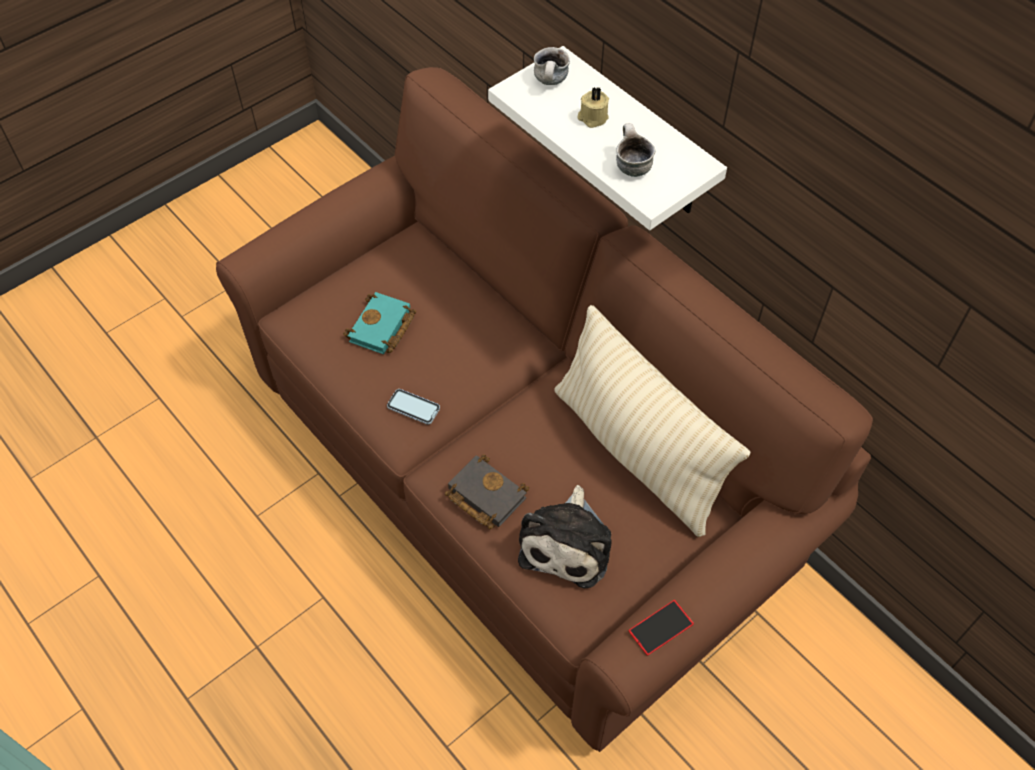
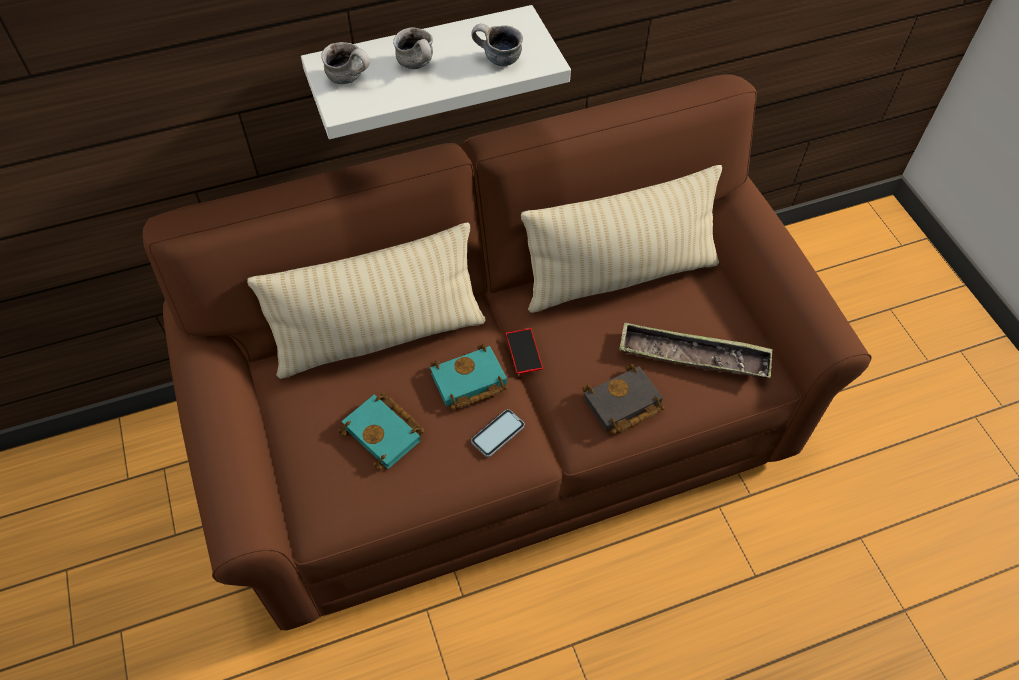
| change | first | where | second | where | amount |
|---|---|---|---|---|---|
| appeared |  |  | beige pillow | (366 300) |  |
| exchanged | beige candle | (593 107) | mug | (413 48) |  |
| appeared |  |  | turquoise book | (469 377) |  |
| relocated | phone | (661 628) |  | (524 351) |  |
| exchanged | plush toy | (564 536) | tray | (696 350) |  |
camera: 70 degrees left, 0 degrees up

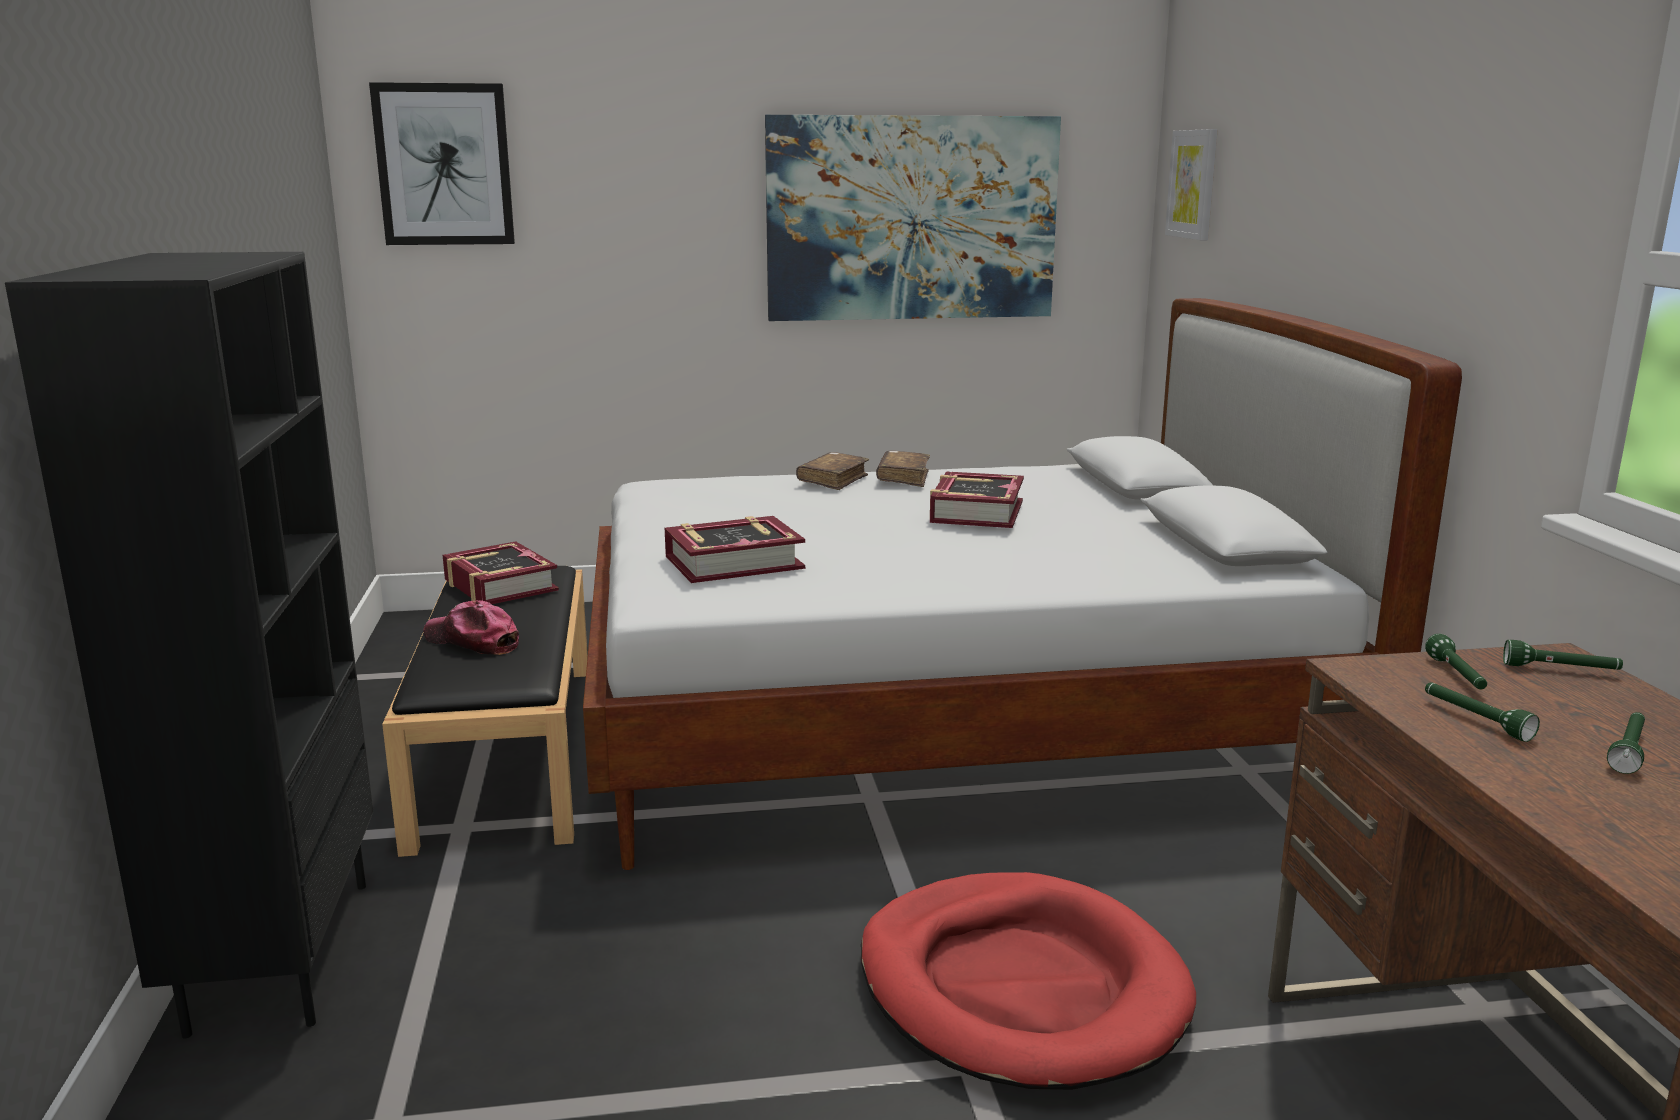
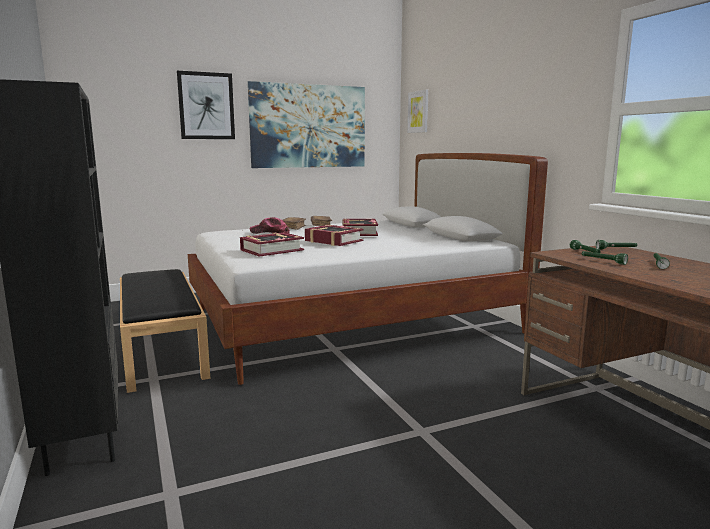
| change | first | where | second | where | amount |
|---|---|---|---|---|---|
| relocated | picture | (442 163) |  | (206 105) |  |
| relocated | cap | (471 627) |  | (270 225) |  |
| relocated | book | (501 573) |  | (334 235) |  |
| missing | red dog bed | (1028 981) |  |  |  |
camera: 15 degrees left, 5 degrees down

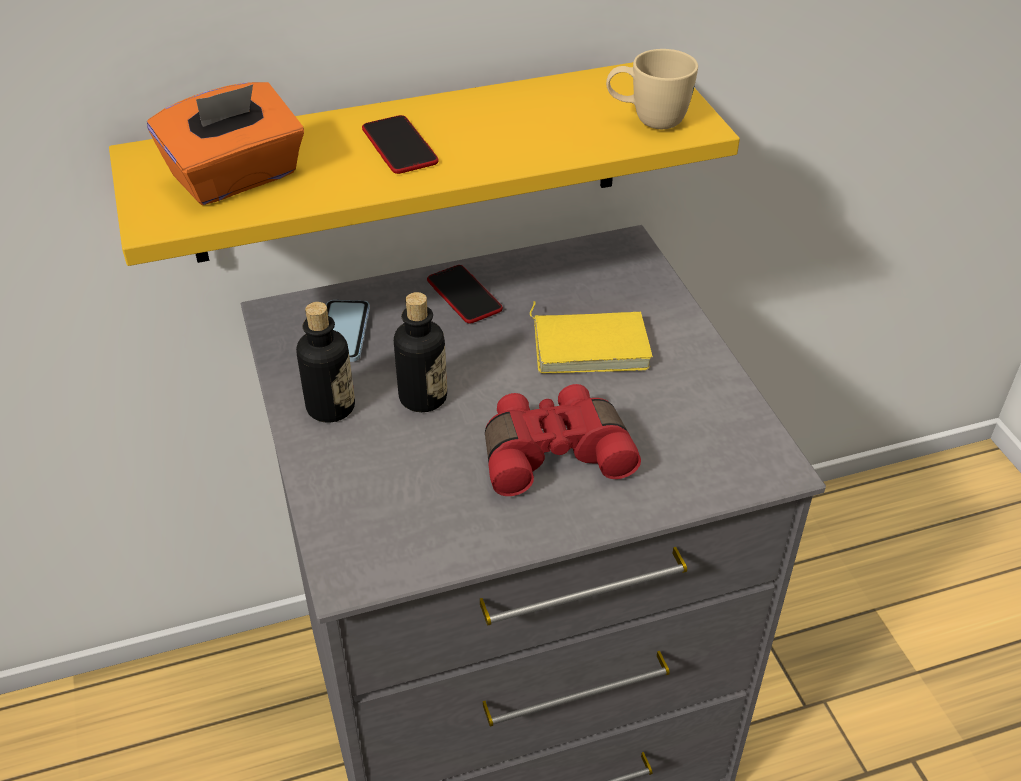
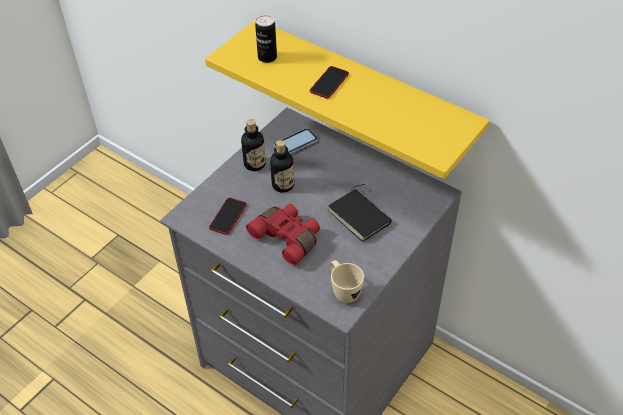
| change | first | where | second | where | amount |
|---|---|---|---|---|---|
| relocated | phone | (465 294) |  | (228 216) |  |
| exchanged | orange tissue box | (225 143) | can | (266 39) |  |
| colour | yellow book | (591 337) | black book | (359 213) |  |
| relocated | beige mug | (652 89) |  | (347 281) |  |
camera: 55 degrees right, 5 degrees up

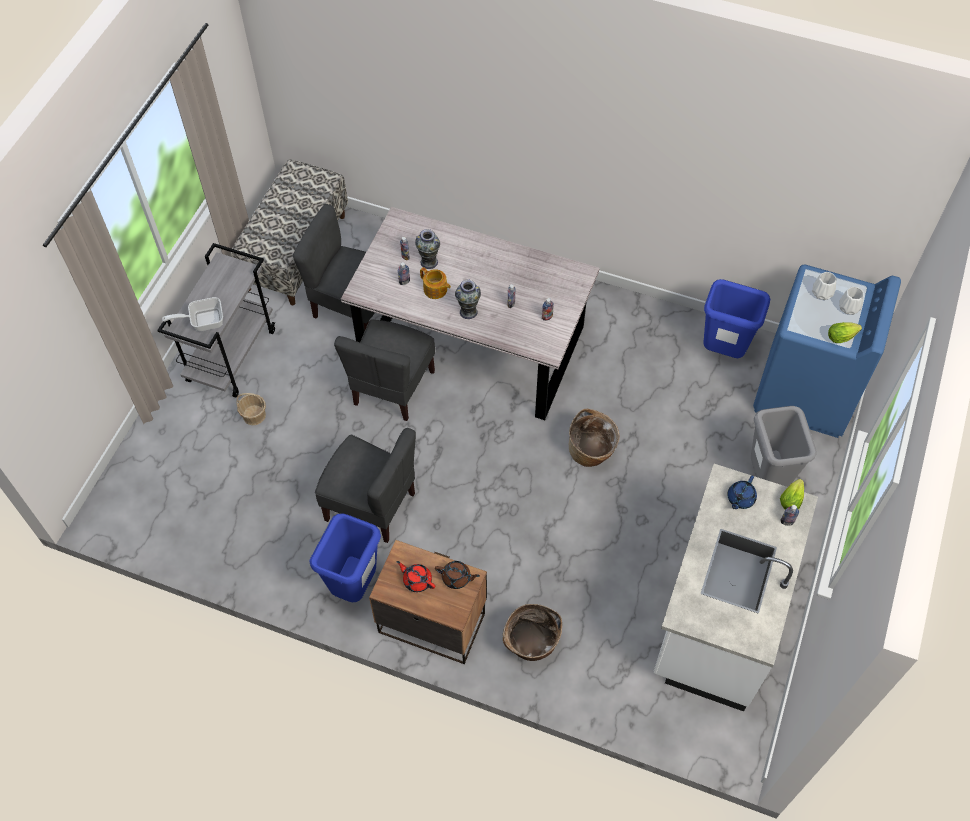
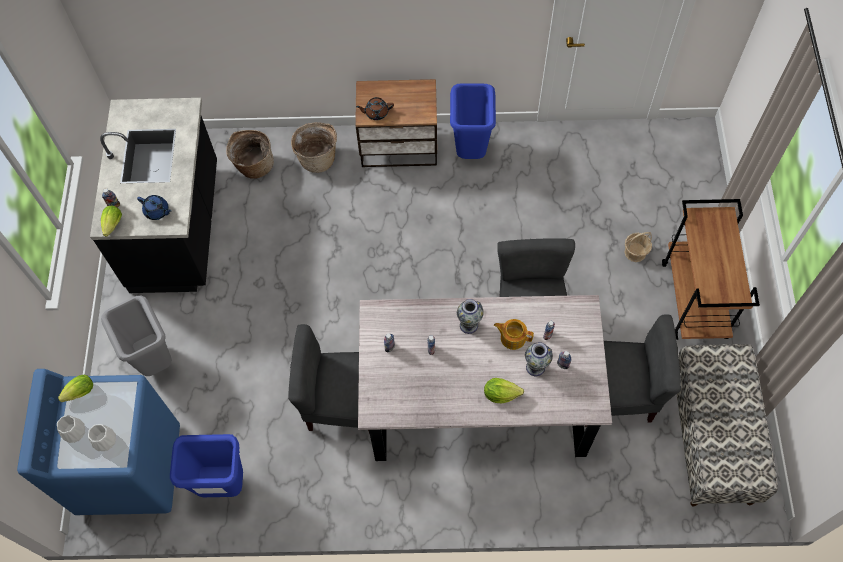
| change | first | where | second | where | amount |
|---|---|---|---|---|---|
| colour | white counter | (735 588) | black counter | (153 195) |  |
| spun | blue teapot | (742 492) |  | (154 207) | 105 degrees clockwise |
| relocated | basket | (594 438) |  | (250 154) |  |
| relocated | grey chair | (365 485) |  | (329 379) |  |
| appeared |  |  | lettuce | (504 390) |  |
| colour | grey cart | (216 320) | brown cart | (711 269) |  |
| missing | frying pan | (192 314) |  |  |  |
| missing | red teapot | (416 576) |  |  |  |
camera: 160 degrees right, 5 degrees up

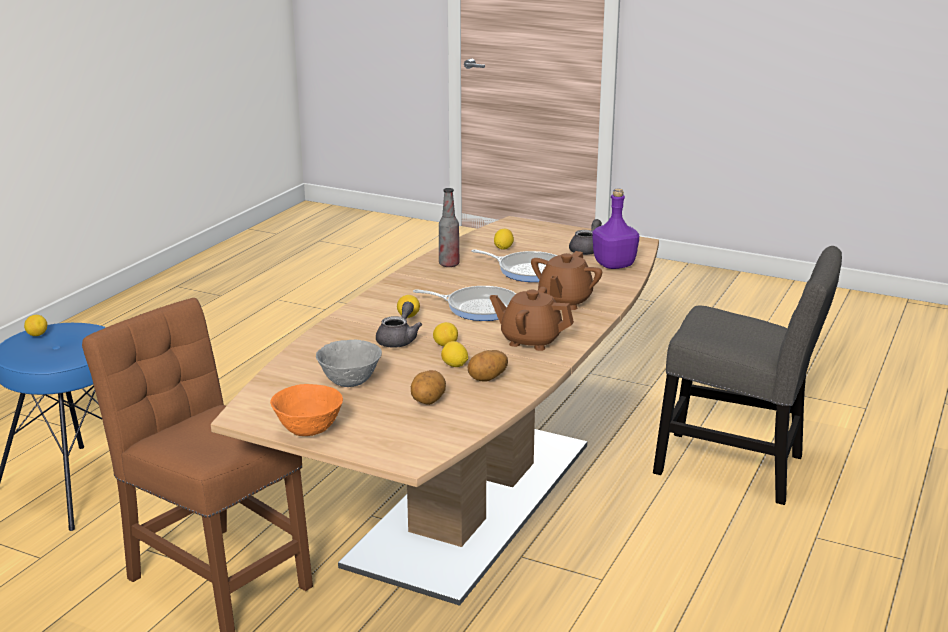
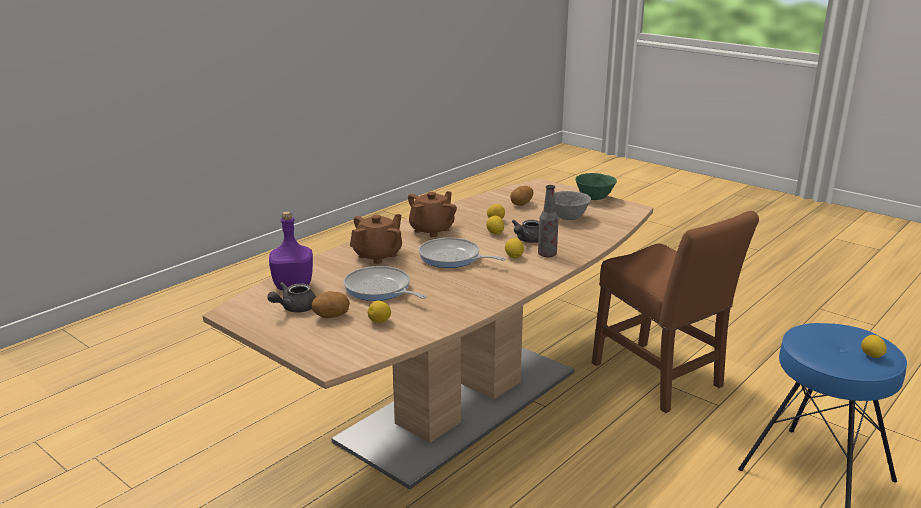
| change | first | where | second | where | amount |
|---|---|---|---|---|---|
| relocated | potato | (487 366) |  | (330 304) |  |
| spun | brown teapot | (532 319) |  | (432 214) | 90 degrees counterclockwise |
| relocated | bottle | (449 227) |  | (548 221) |  |
| colour | orange bowl | (306 410) | green bowl | (596 186) |  |
| missing | grey chair | (747 375) |  |  |  |
camera: 165 degrees left, 0 degrees up

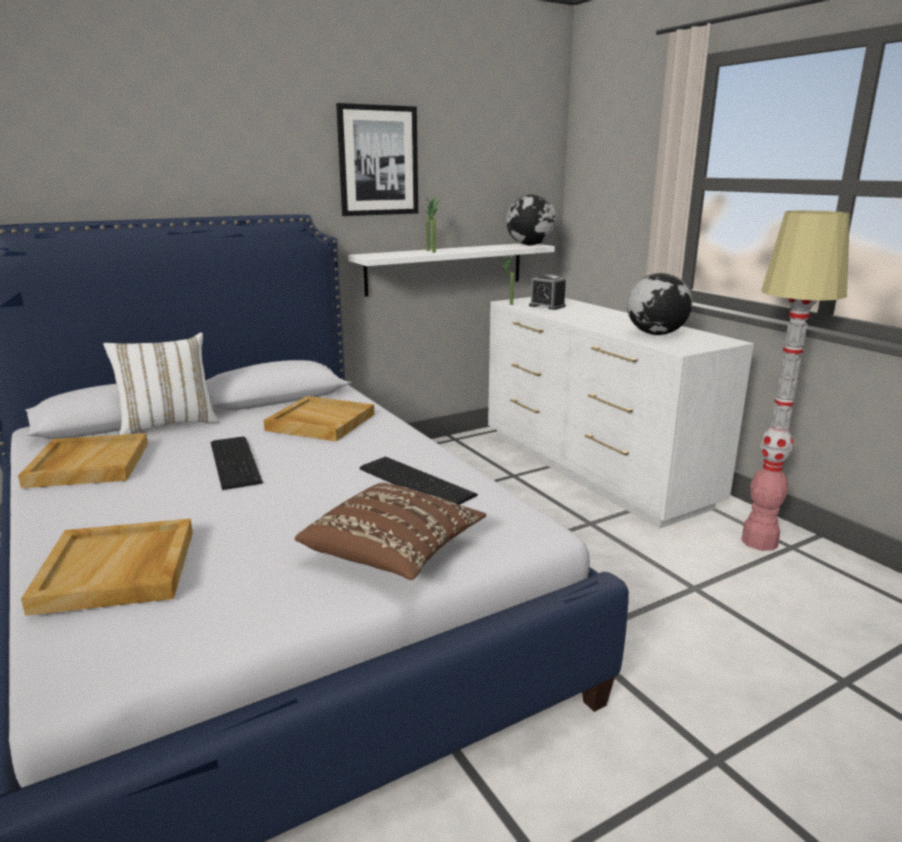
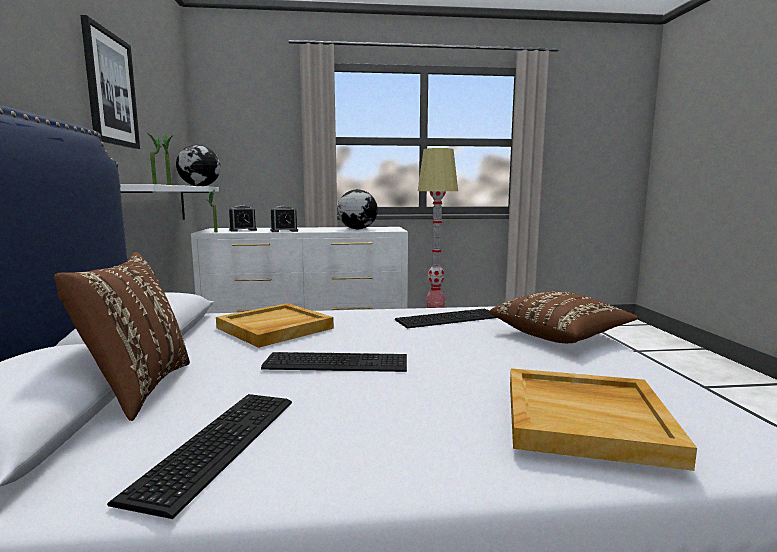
| change | first | where | second | where | amount |
|---|---|---|---|---|---|
| colour | white pillow | (161 384) | brown pillow | (122 336) |  |
| exchanged | beige tray | (83 460) | keyboard | (199 456) |  |
| appeared |  |  | alarm clock | (284 219) |  |
camera: 65 degrees left, 10 degrees down

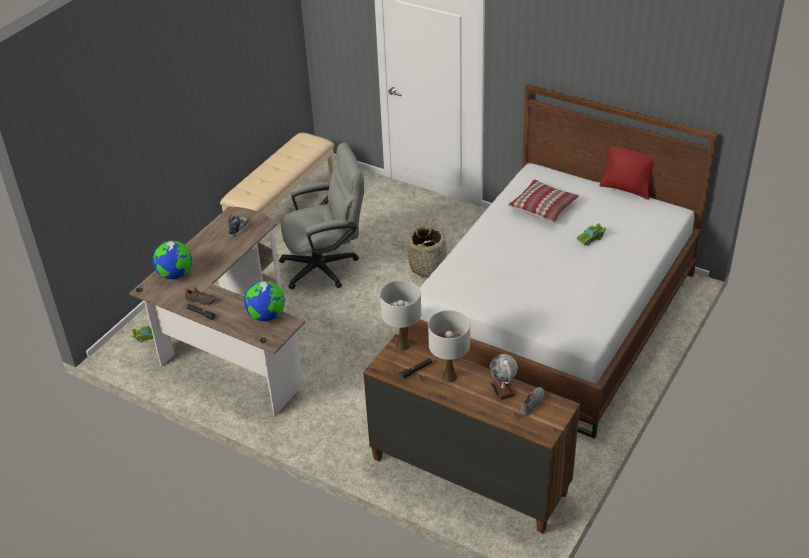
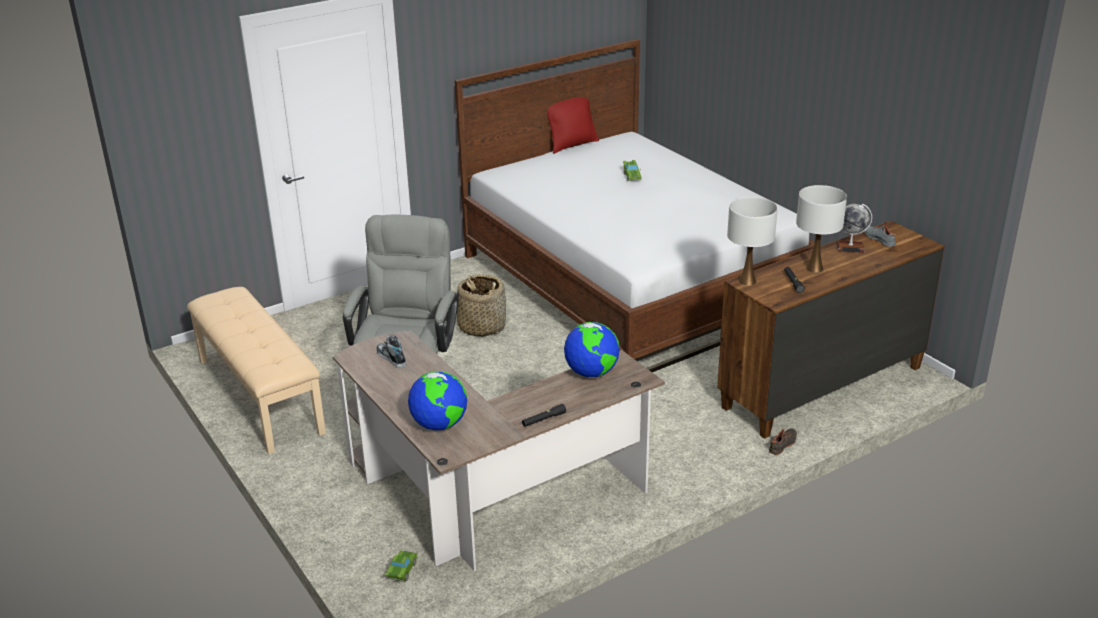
| change | first | where | second | where | amount |
|---|---|---|---|---|---|
| relocated | black shoe | (200 296) |  | (783 441) |  |
| missing | pillow | (543 200) |  |  |  |
camera: 65 degrees left, 10 degrees down

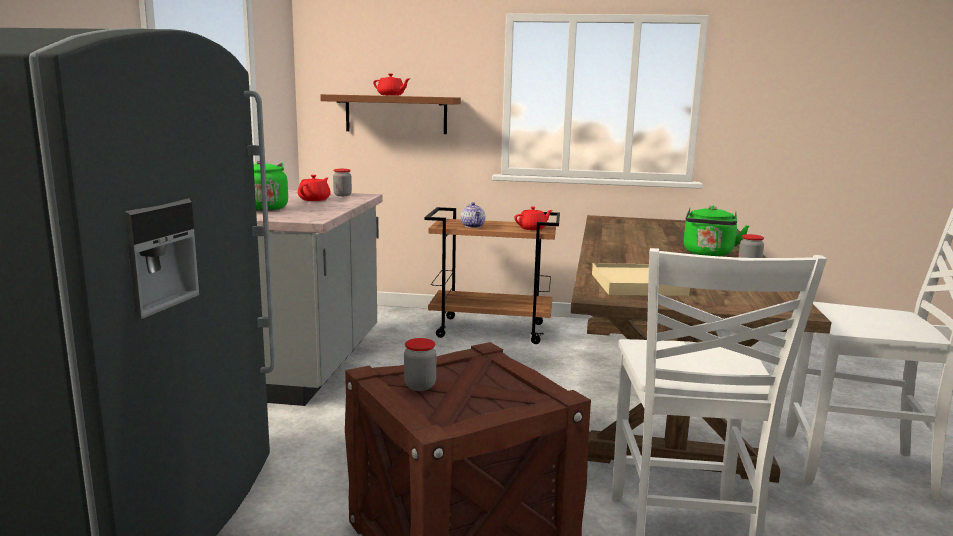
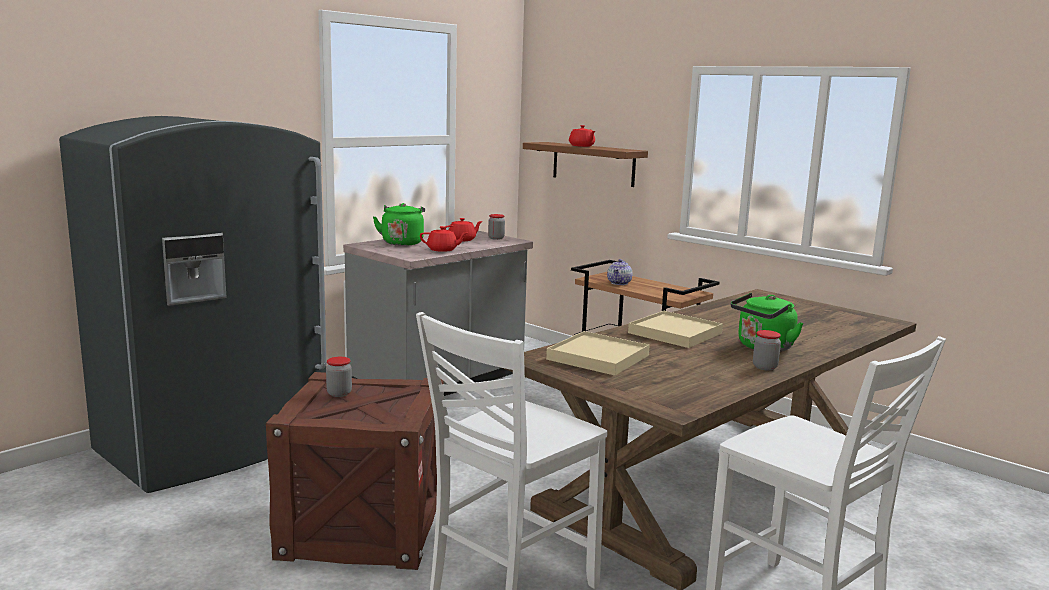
| change | first | where | second | where | amount |
|---|---|---|---|---|---|
| relocated | red teapot | (533 218) |  | (443 239) |  |
| appeared |  |  | beige tray | (675 329) |  |
camera: 35 degrees right, 0 degrees up

